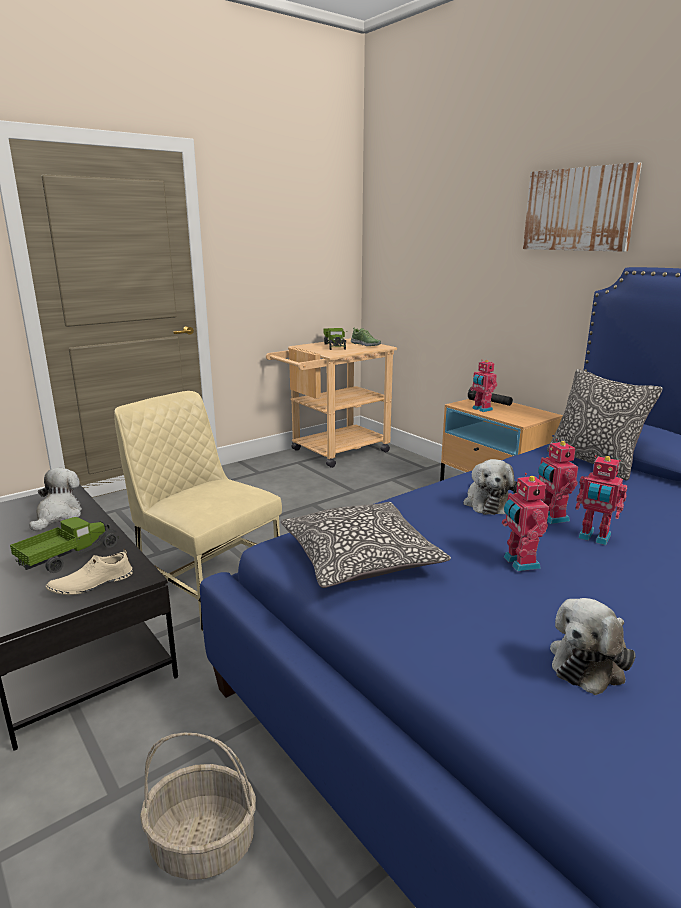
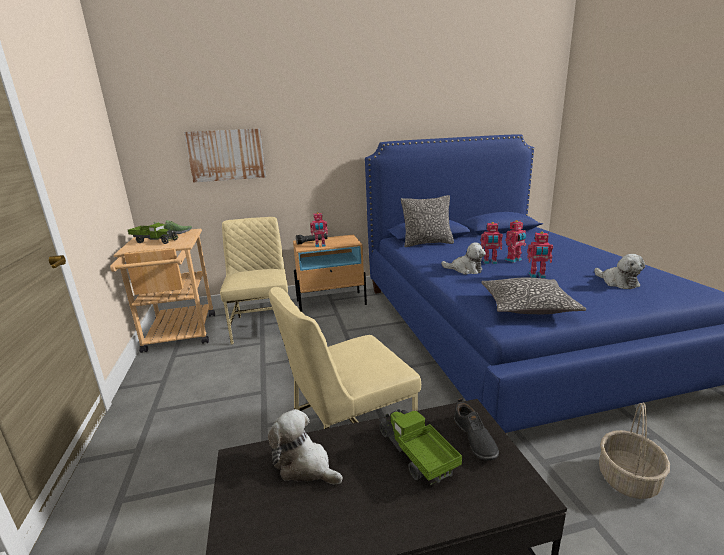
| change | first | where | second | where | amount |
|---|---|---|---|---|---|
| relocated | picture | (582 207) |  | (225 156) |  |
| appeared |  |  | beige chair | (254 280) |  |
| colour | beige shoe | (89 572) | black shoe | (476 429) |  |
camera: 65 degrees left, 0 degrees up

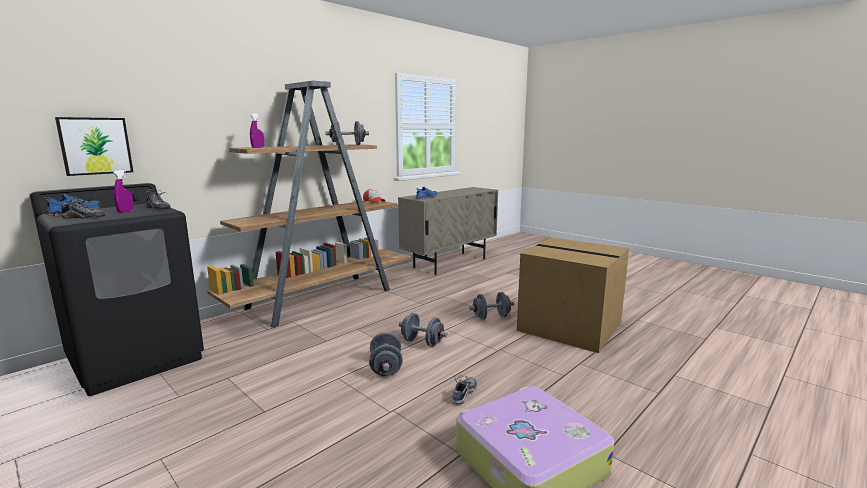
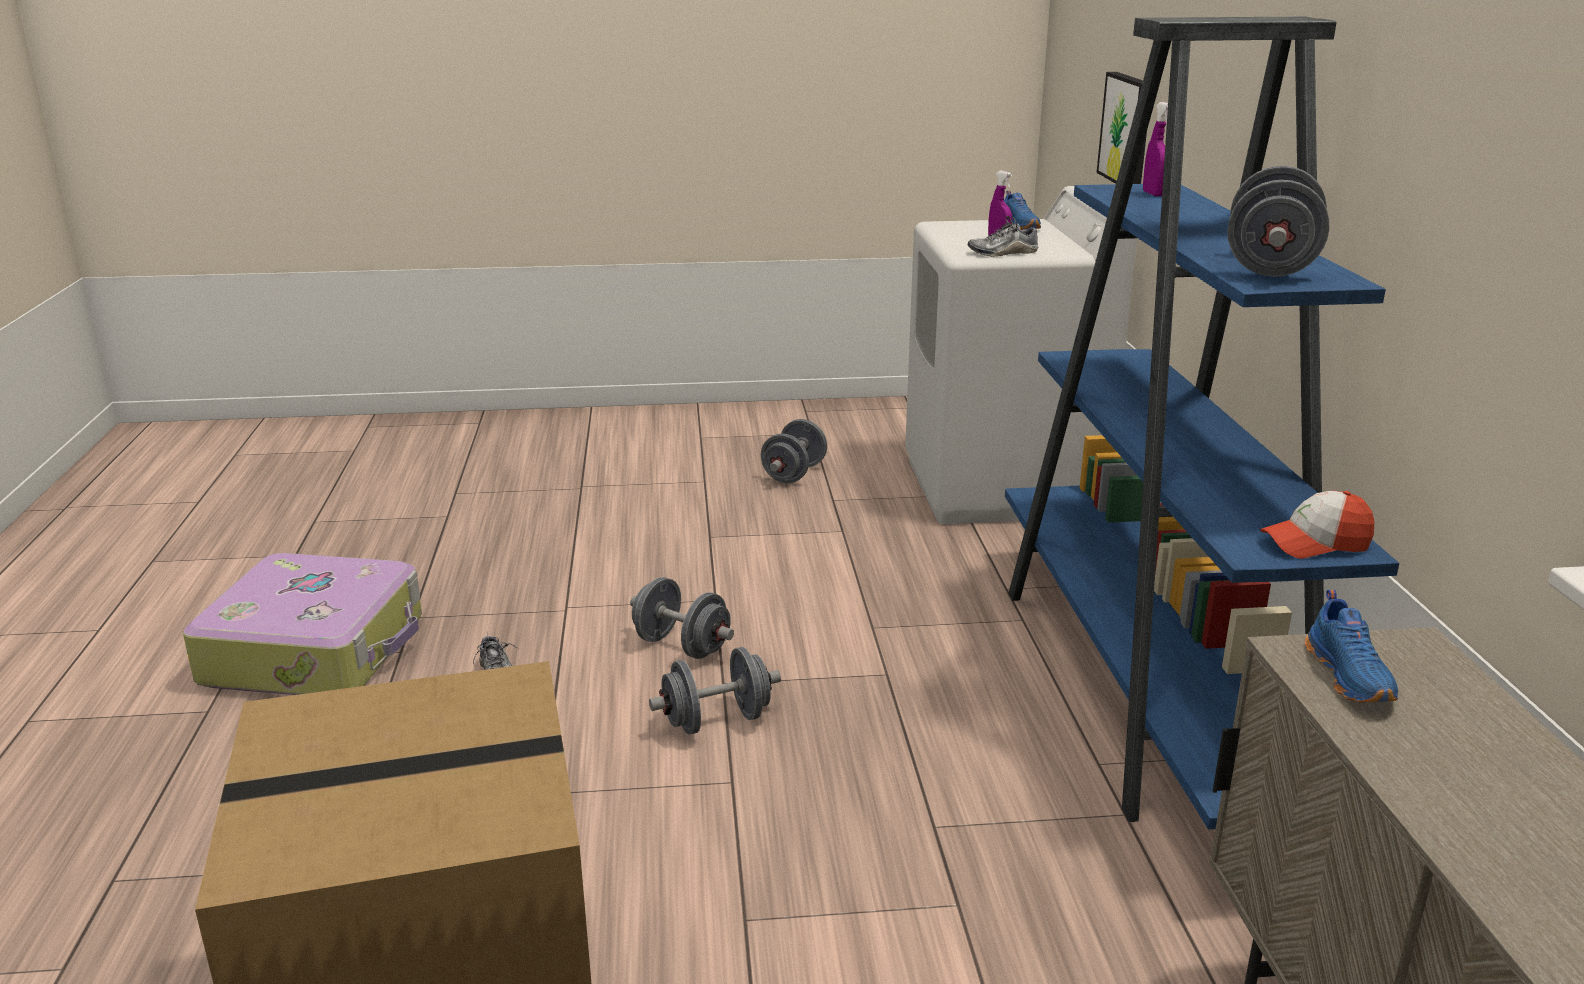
| change | first | where | second | where | amount |
|---|---|---|---|---|---|
| relocated | grey dumbbell | (491 306) |  | (794 451) |  |
| colour | black washing machine | (117 289) | white washing machine | (1021 355) |  |
| colour | brown bookcase | (309 204) | blue bookcase | (1202 423) |  |
| missing | shoe | (83 208) |  |  |  |
camera: 130 degrees right, 10 degrees up

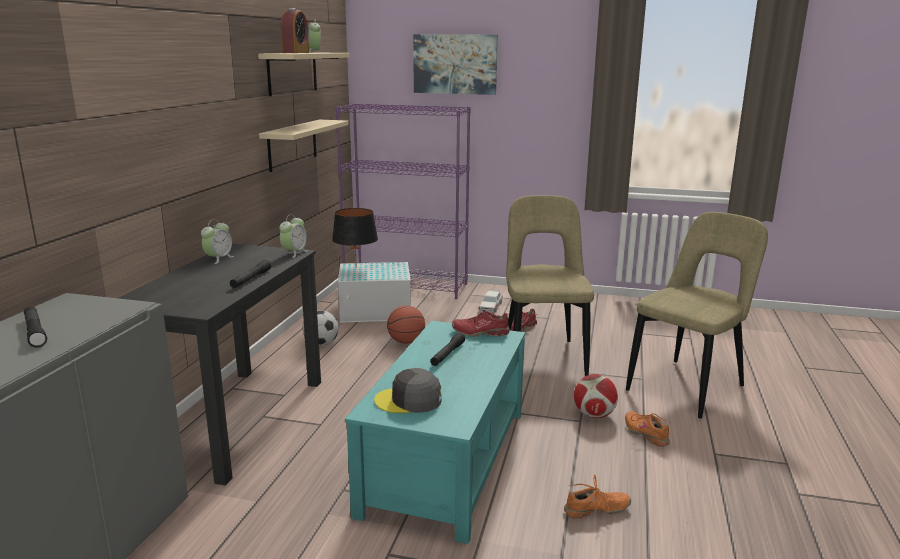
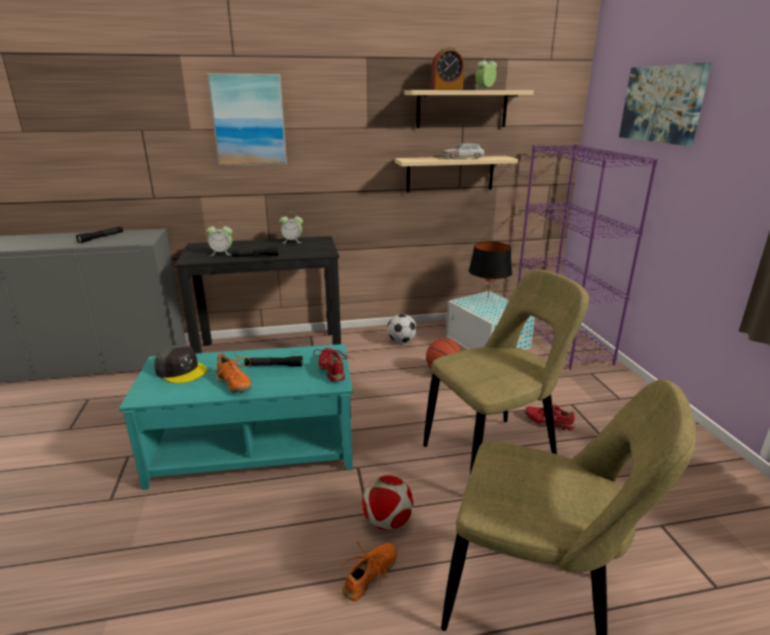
| change | first | where | second | where | amount |
|---|---|---|---|---|---|
| spun | grey cap | (408 390) |  | (180 363) | 150 degrees clockwise |
| relocated | alarm clock | (293 236) |  | (219 239) |  |
| appeared |  |  | picture | (247 119) |  |
| relocated | orange shoe | (597 497) |  | (229 373) |  |
| relocated | toy car | (491 301) |  | (463 151) |  |
camera: 65 degrees right, 5 degrees up

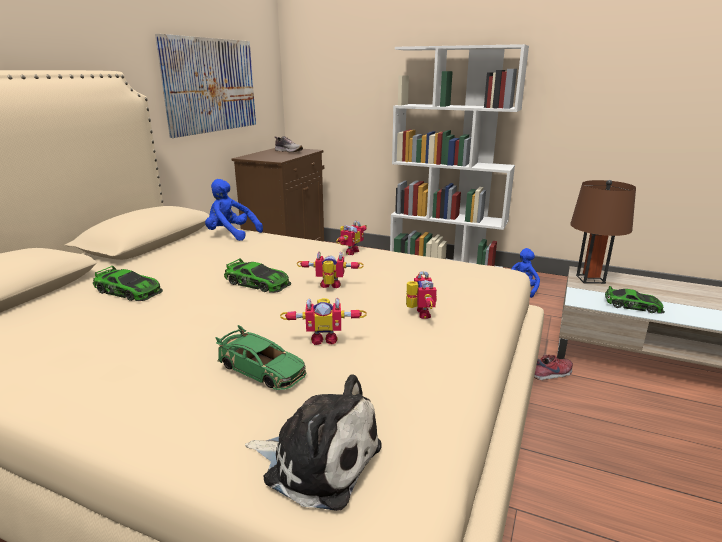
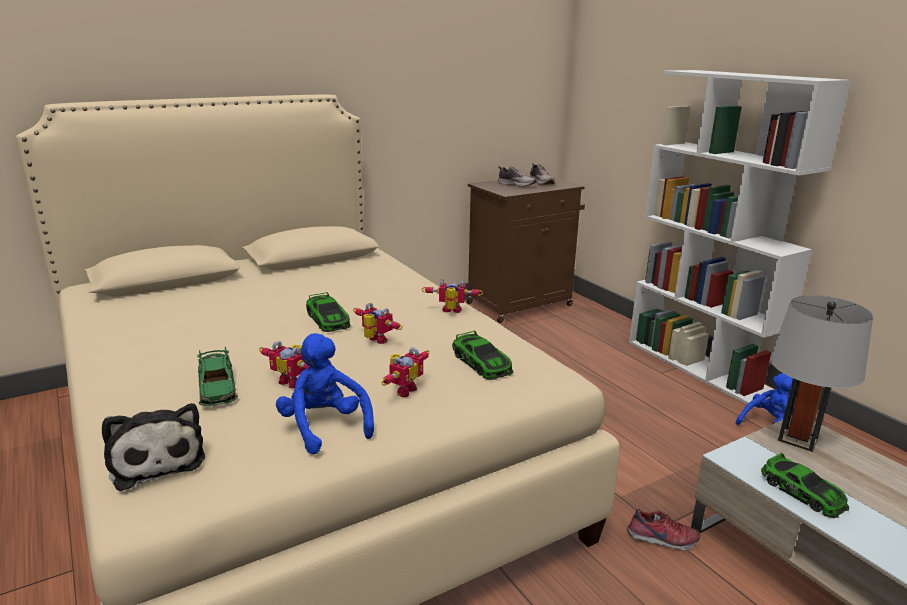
| change | first | where | second | where | amount |
|---|---|---|---|---|---|
| relocated | blue plush toy | (234 210) |  | (325 393) |  |
| spun | toy robot | (351 238) |  | (452 296) | 150 degrees counterclockwise |
| relocated | toy car | (128 283) |  | (482 355) |  |
| appeared |  |  | shoe | (517 176) |  |
| colour | brown table lamp | (603 232) | grey table lamp | (821 373) |  |
| missing | picture | (205 86) |  |  |  |
camera: 35 degrees right, 0 degrees up

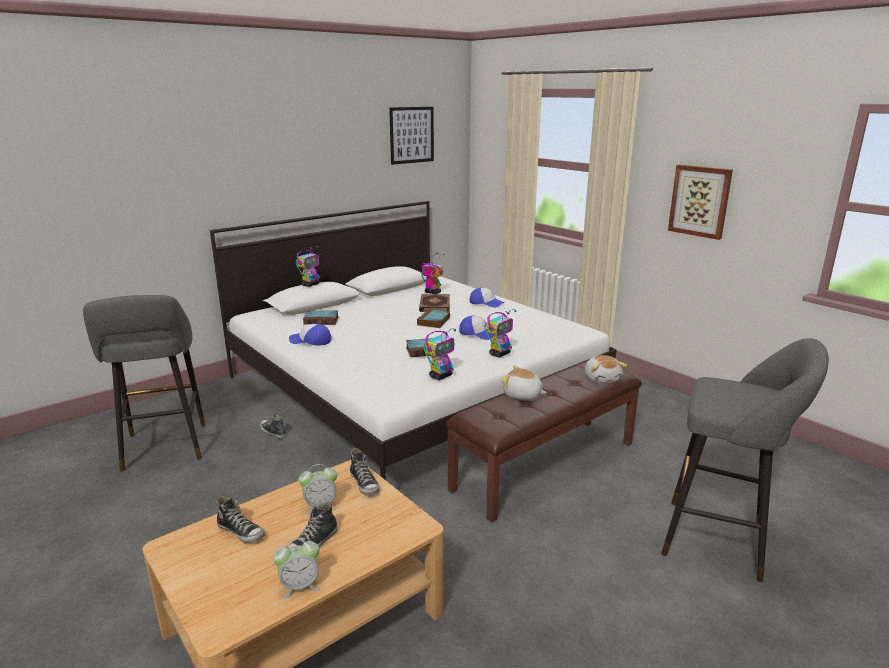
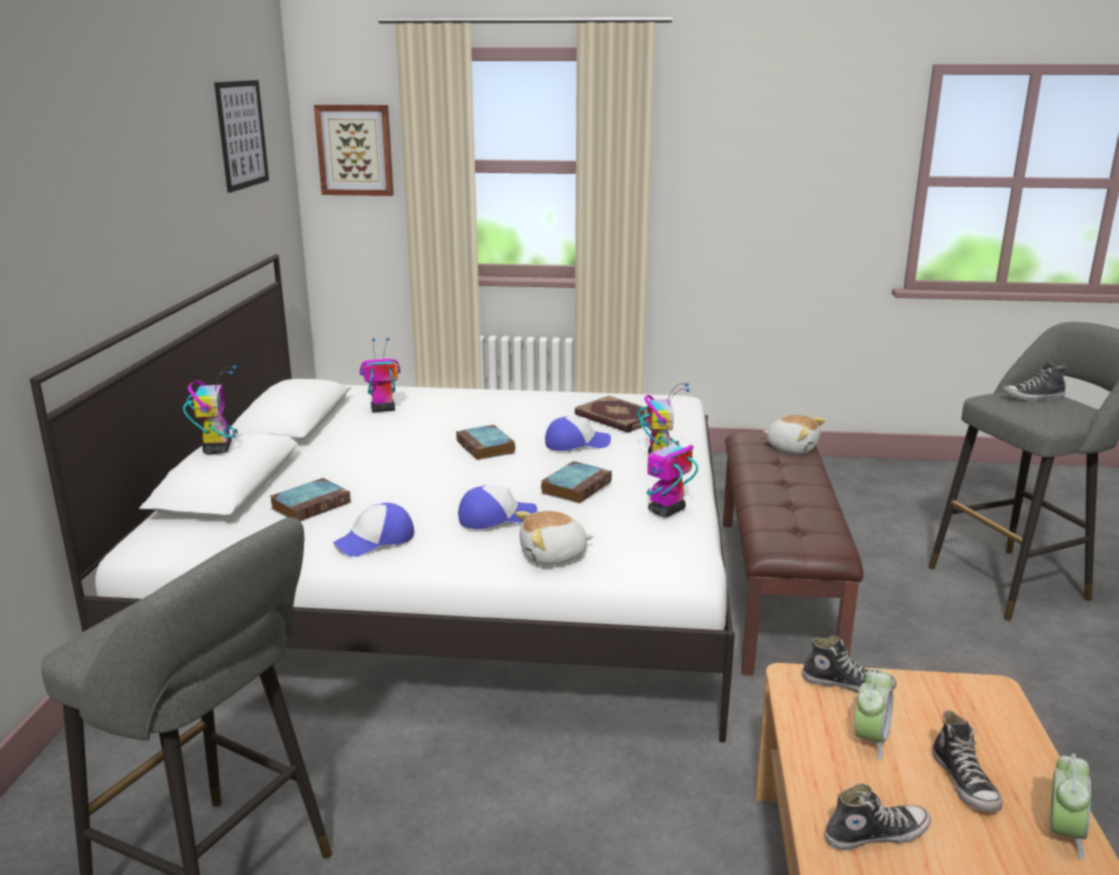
| change | first | where | second | where | amount |
|---|---|---|---|---|---|
| relocated | picture | (700 202) |  | (354 150) |  |
| relocated | cap | (487 297) |  | (497 507) |  |
| relocated | plush toy | (523 382) |  | (554 538) |  |
| relocated | book | (434 303) |  | (612 414) |  |
| spun | toy robot | (440 354) |  | (671 468) | 135 degrees counterclockwise |
| relocated | shoe | (273 426) |  | (1034 381) |  |
camera: 45 degrees left, 0 degrees up

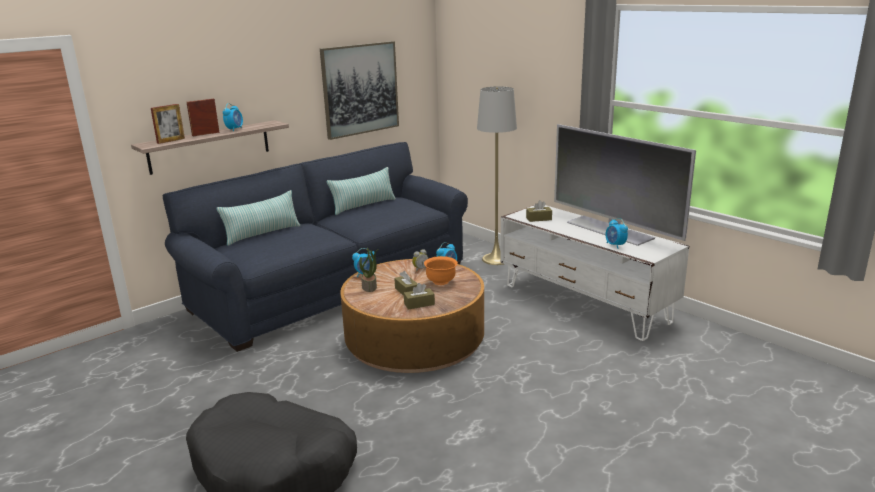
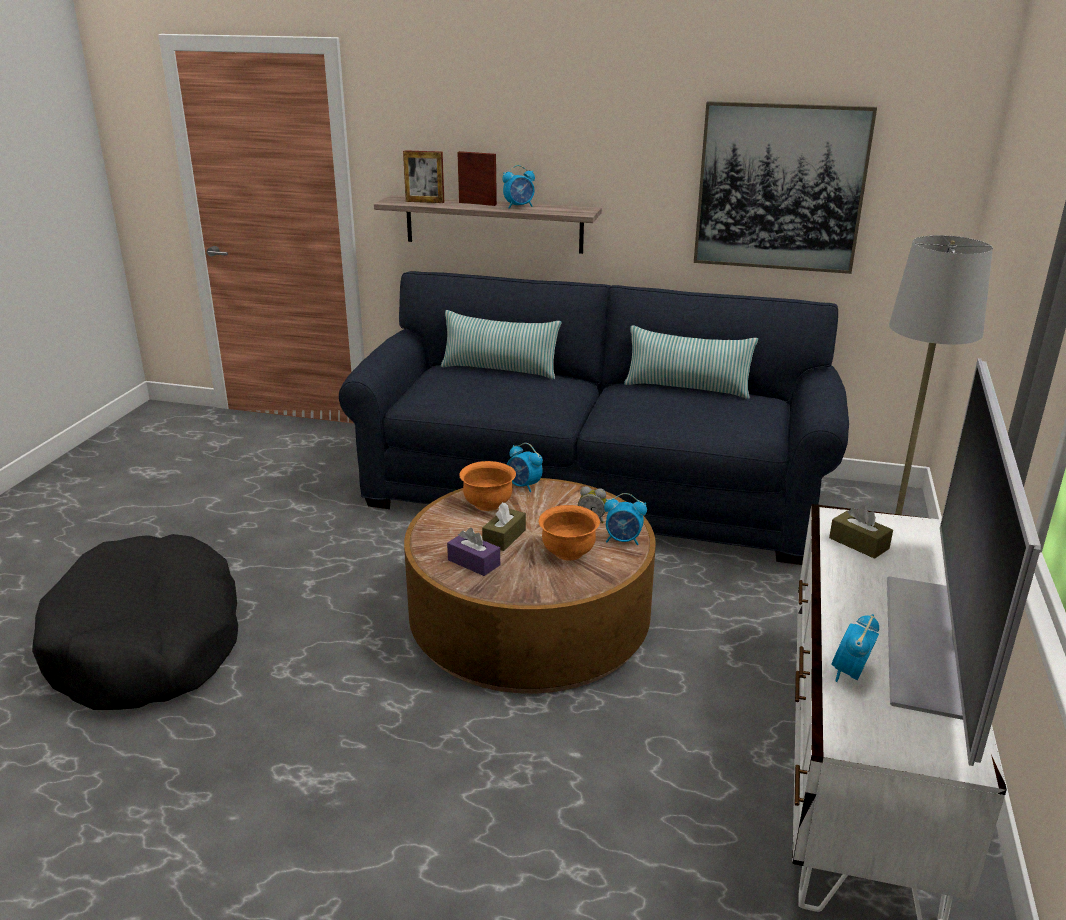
| change | first | where | second | where | amount |
|---|---|---|---|---|---|
| colour | brown tissue box | (419 296) | purple tissue box | (473 552) |  |
| exchanged | potted plant | (368 270) | orange bowl | (487 486) |  |
camera: 55 degrees right, 5 degrees up

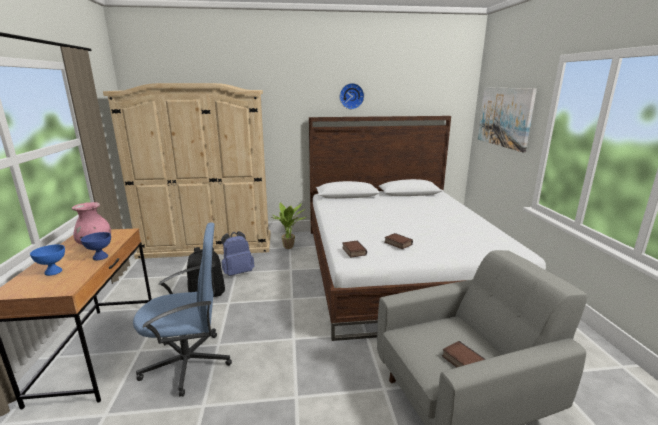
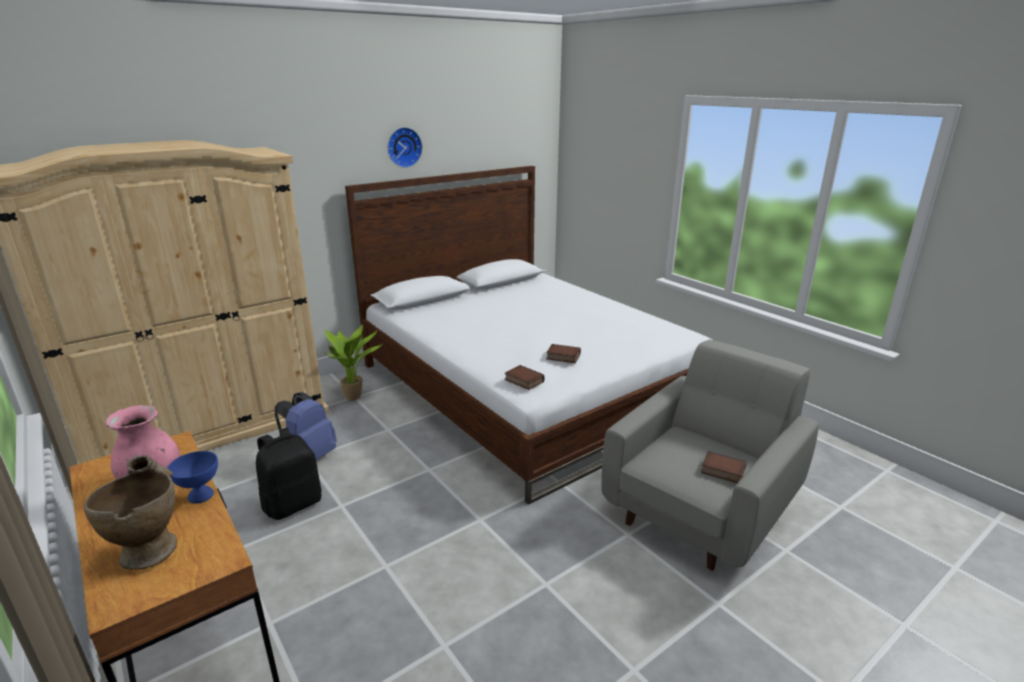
| change | first | where | second | where | amount |
|---|---|---|---|---|---|
| exchanged | blue bowl | (47 260) | beige vase | (130 512) |  |
| missing | blue office chair | (182 309) |  |  |  |
| missing | picture | (507 119) |  |  |  |
camera: 30 degrees left, 5 degrees up

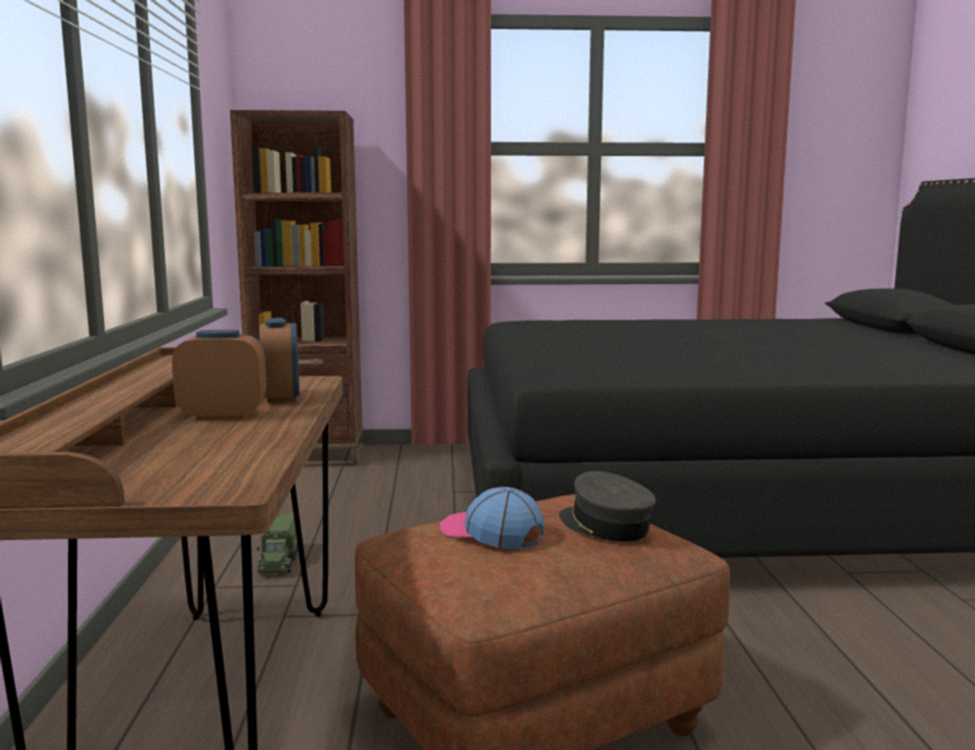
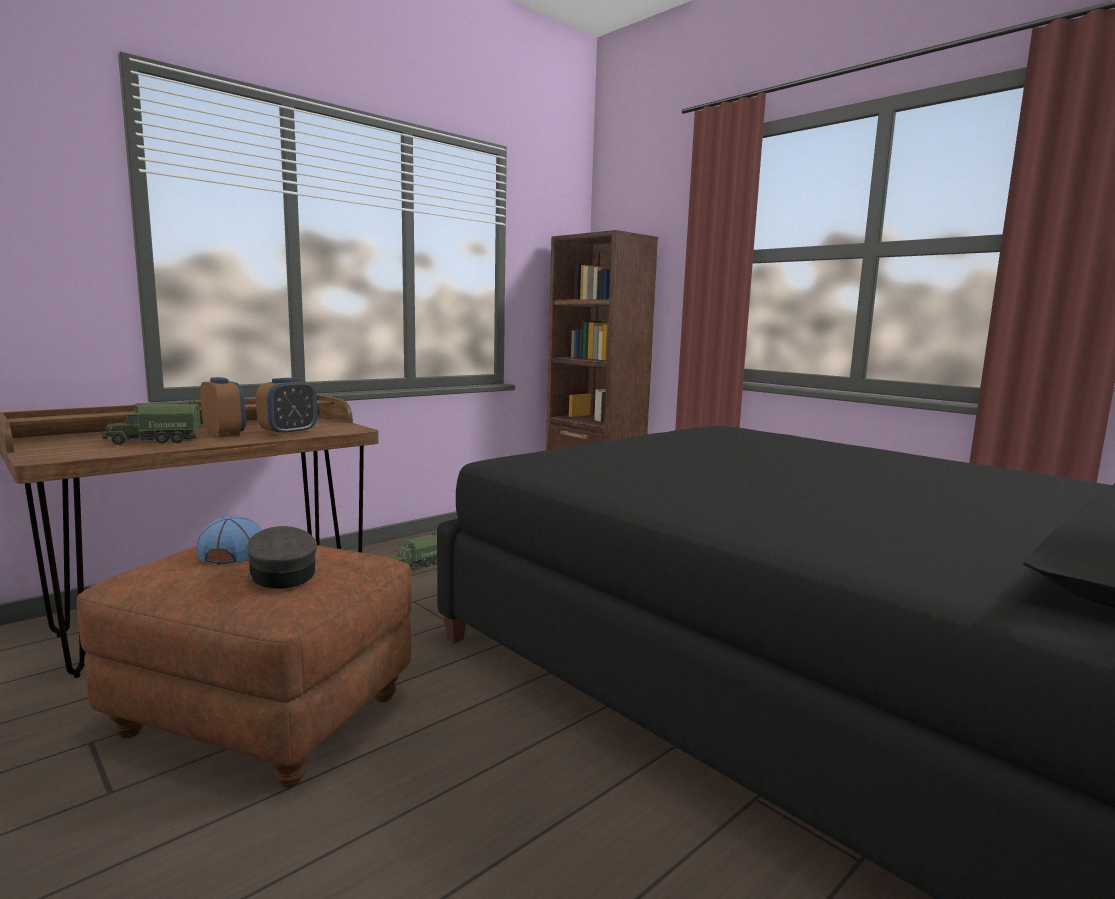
| change | first | where | second | where | amount |
|---|---|---|---|---|---|
| appeared |  |  | toy truck | (151 422) |  |
| spun | grey cap | (607 506) |  | (282 557) | 45 degrees counterclockwise |
camera: 50 degrees right, 0 degrees up

